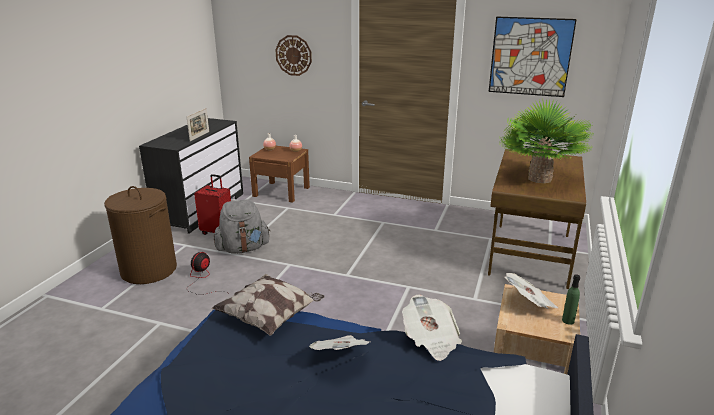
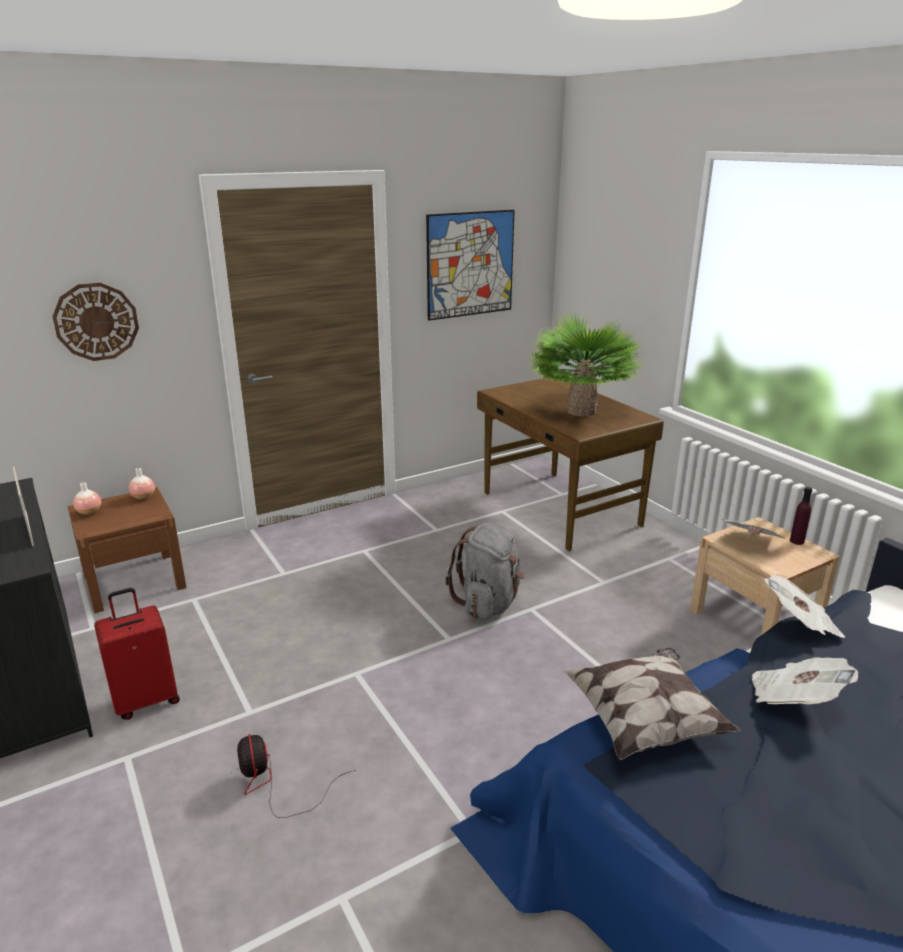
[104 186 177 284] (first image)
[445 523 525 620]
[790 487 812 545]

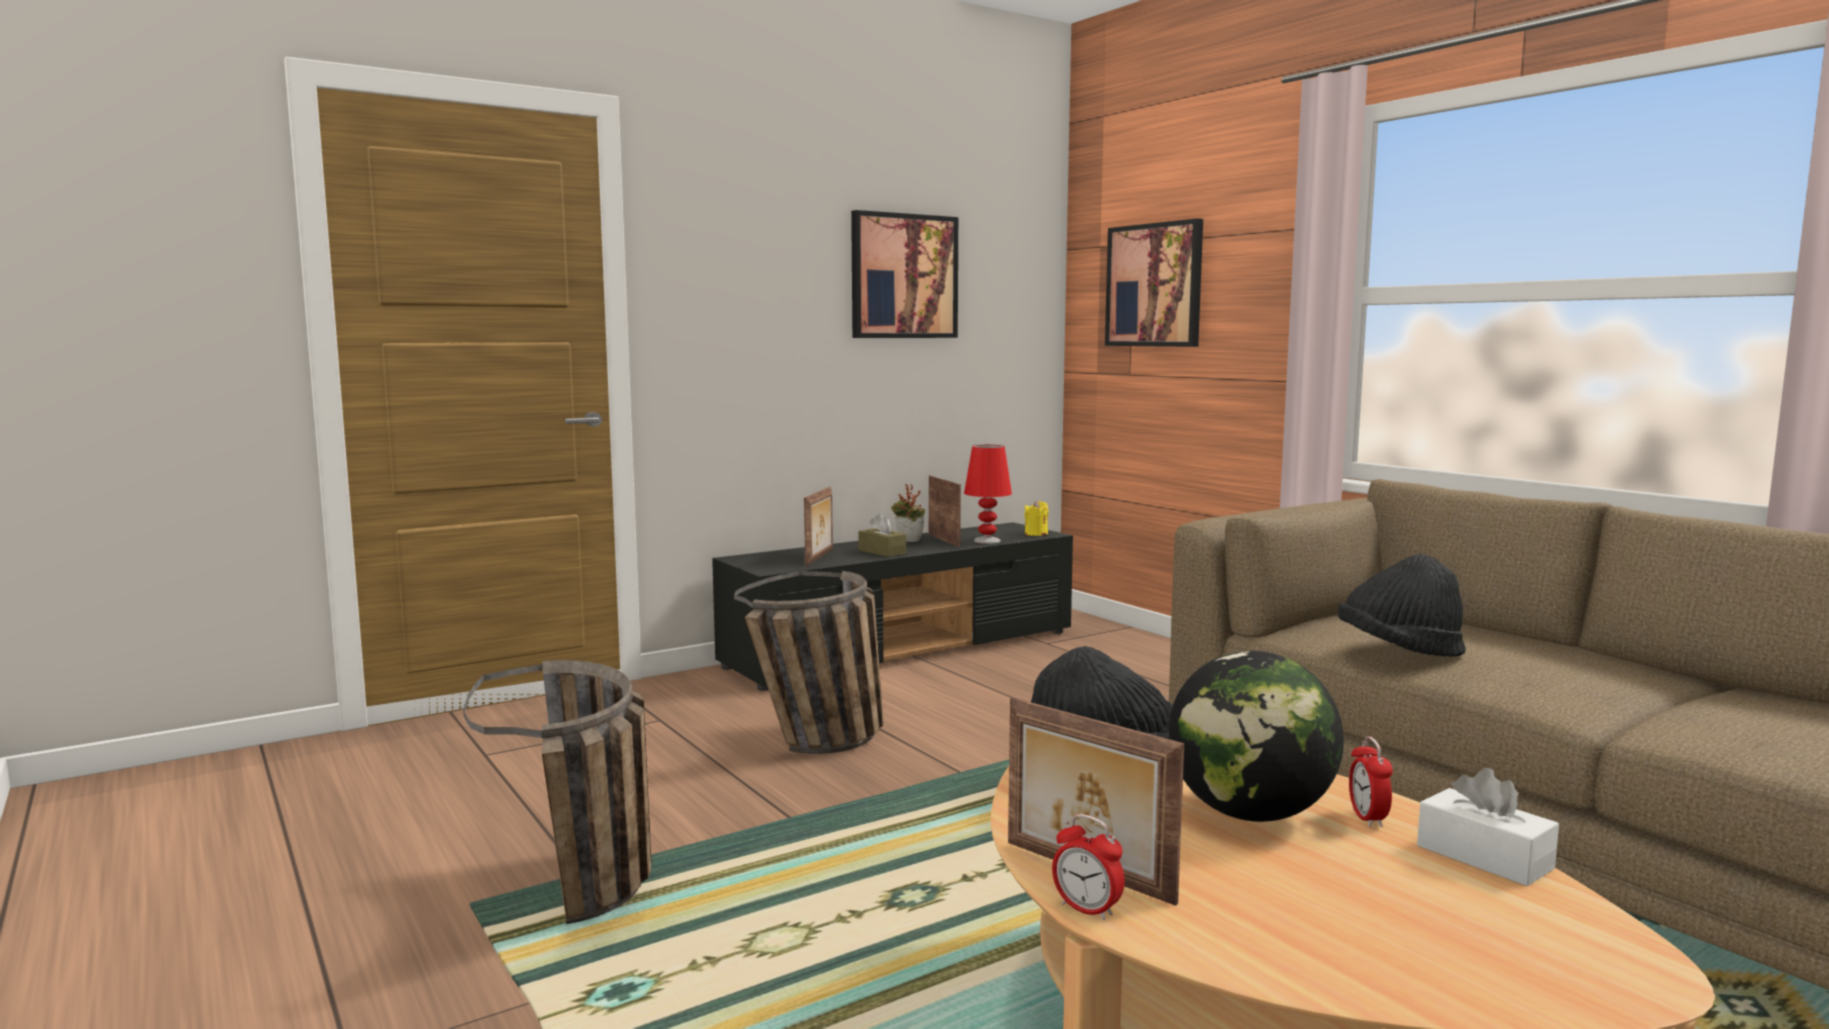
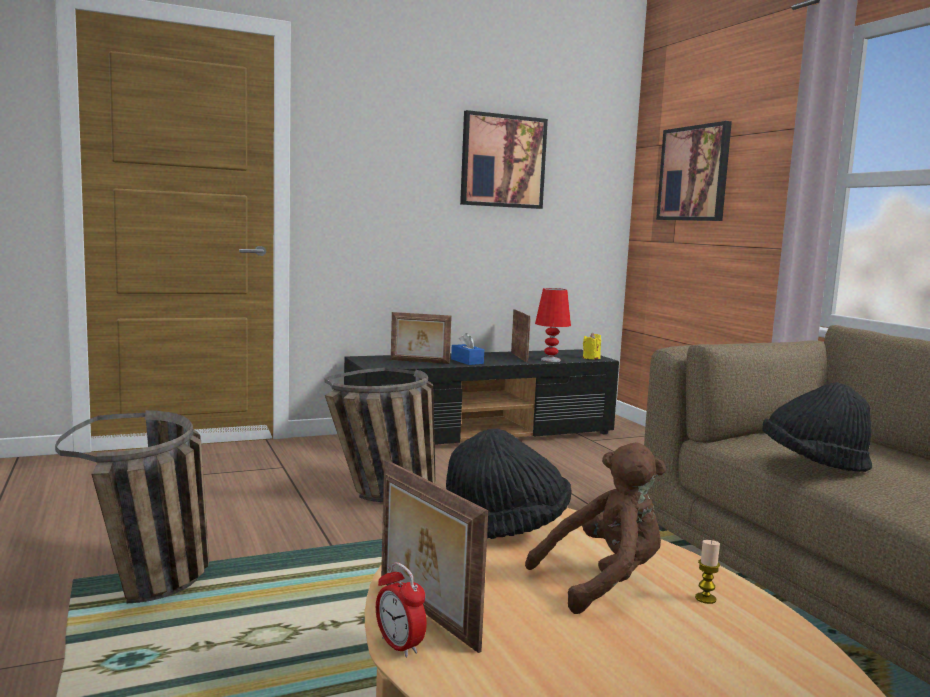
[891 484 925 542] (first image)
[391 312 452 364]
[451 333 484 365]
[525 442 666 614]
[695 540 720 604]
[1417 768 1559 886] (first image)

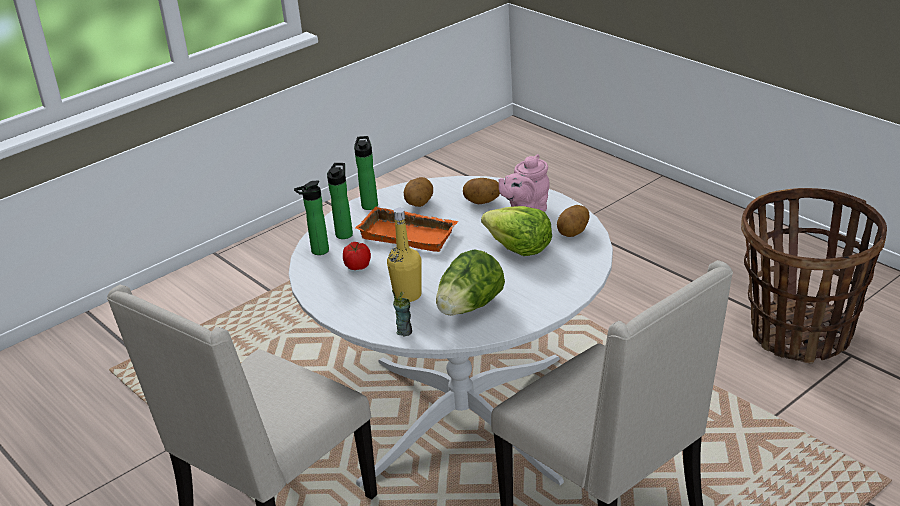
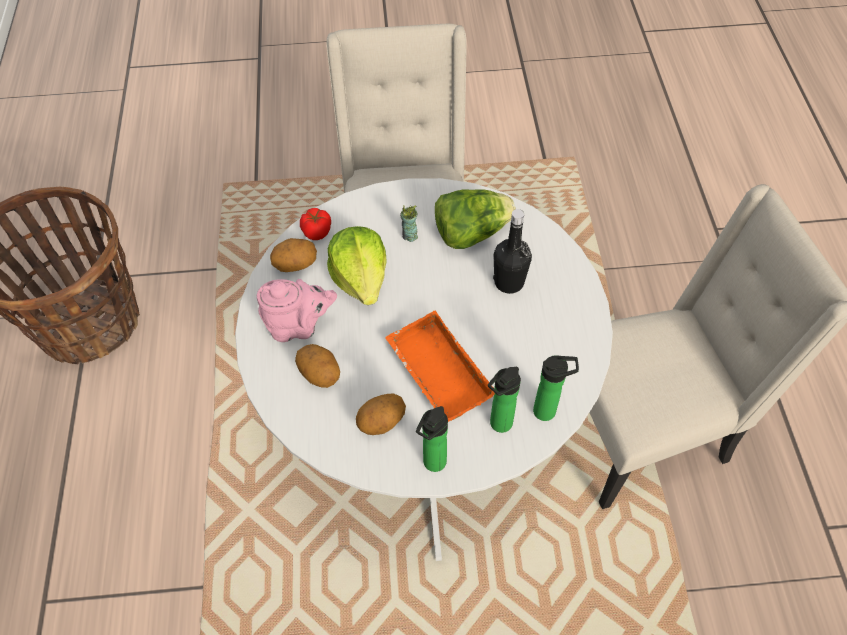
[493 209 532 294]
[300 208 331 240]
[400 205 418 242]

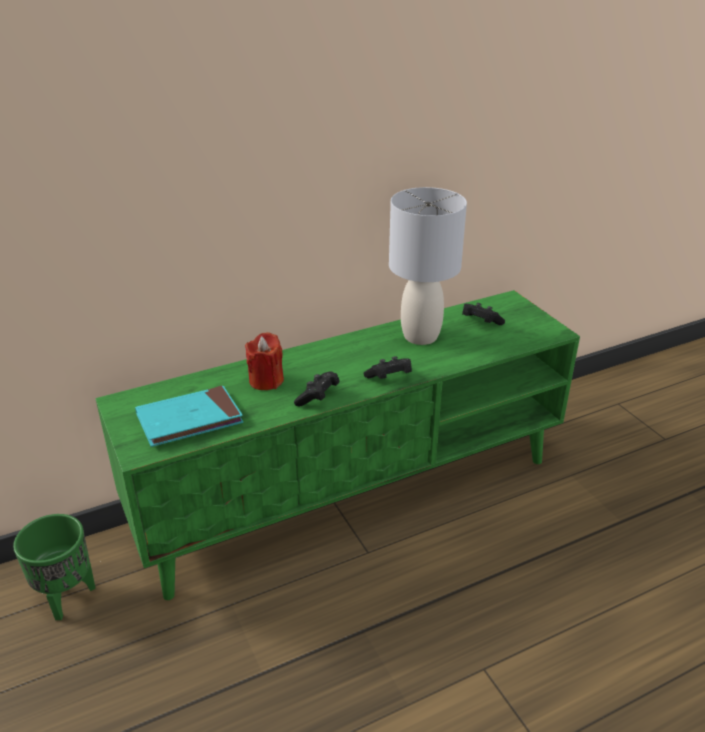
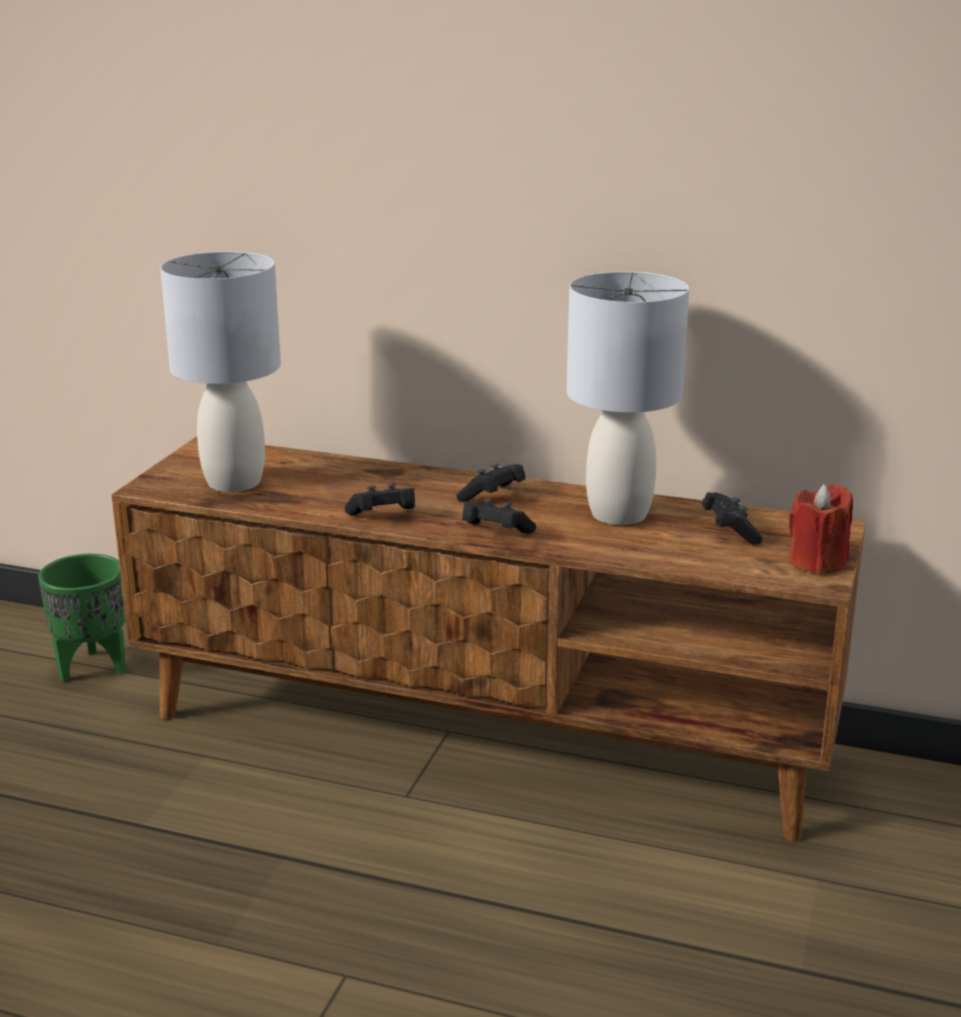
[111 436 866 841]
[789 484 853 574]
[160 251 281 492]
[456 464 525 502]

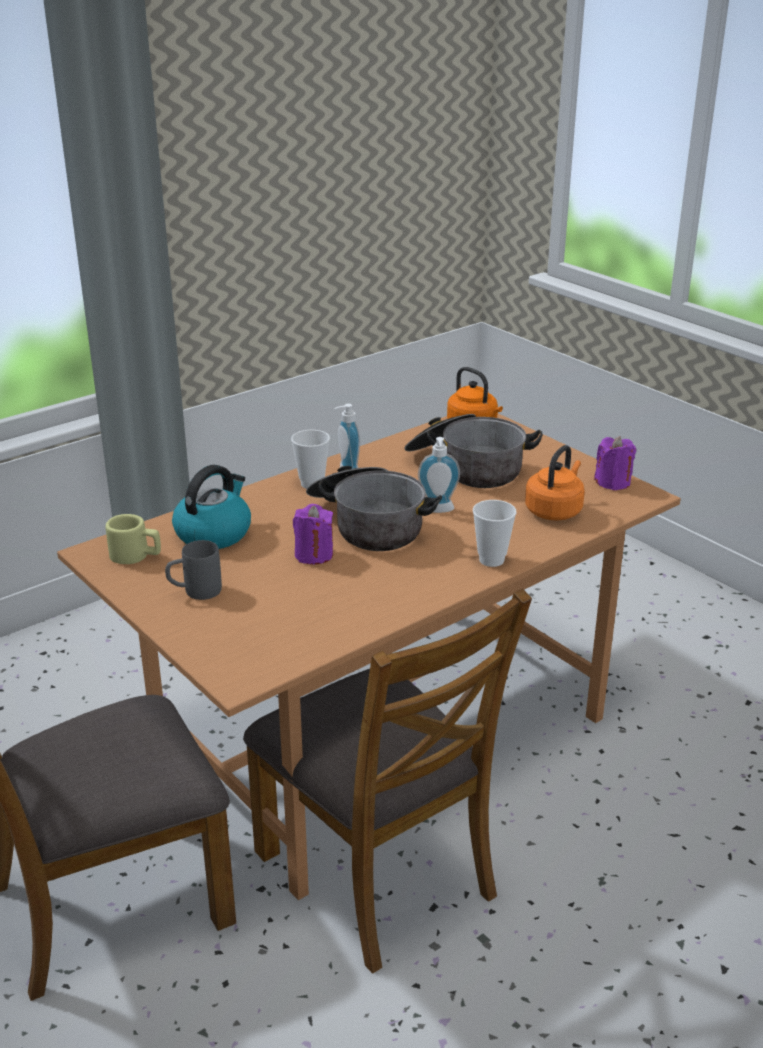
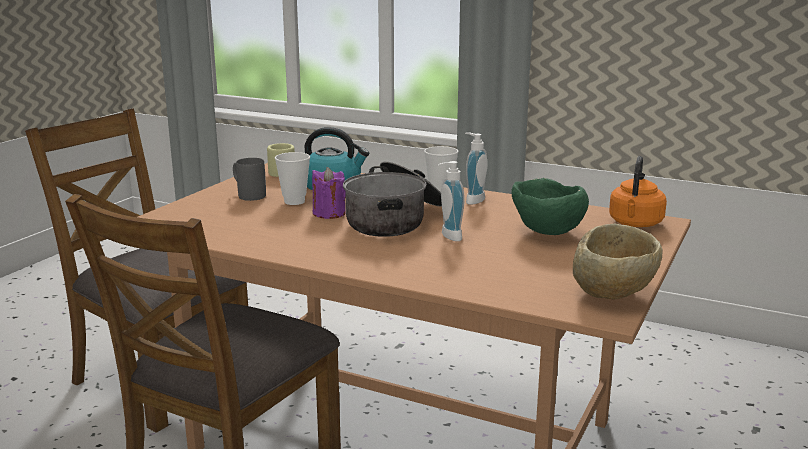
[511 178 589 235]
[573 223 662 299]
[525 445 585 521] (first image)
[275 152 310 205]

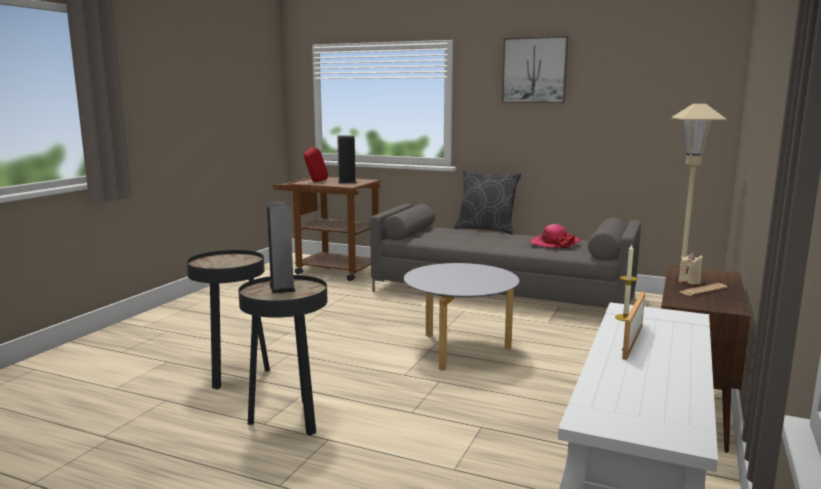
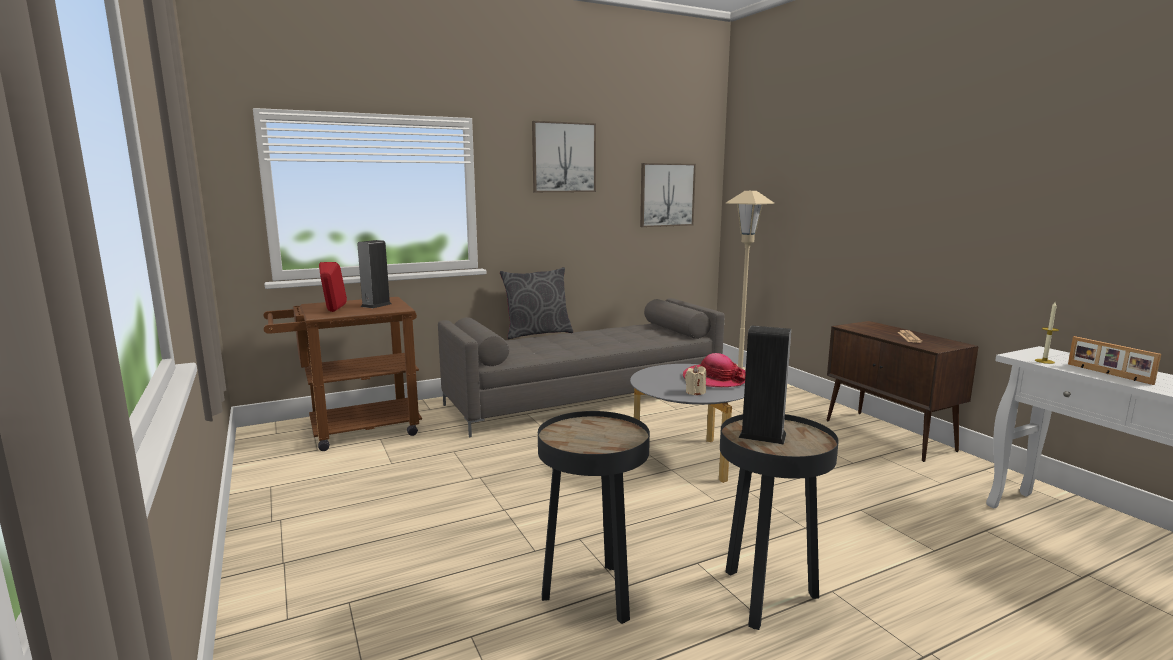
[683 353 746 387]
[685 365 706 395]
[640 163 696 227]

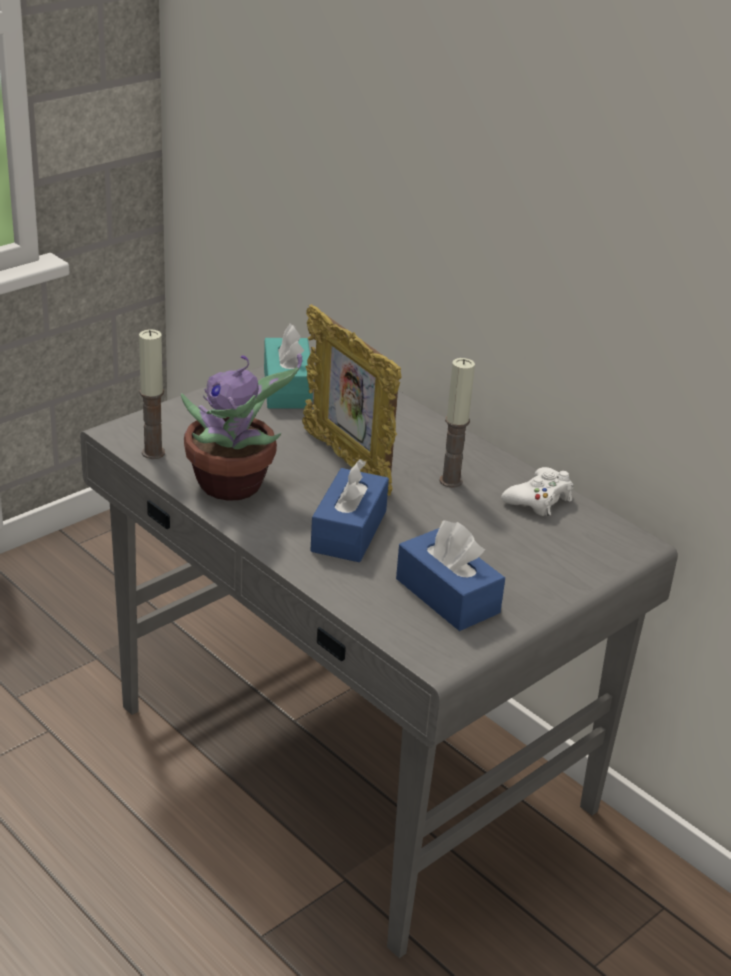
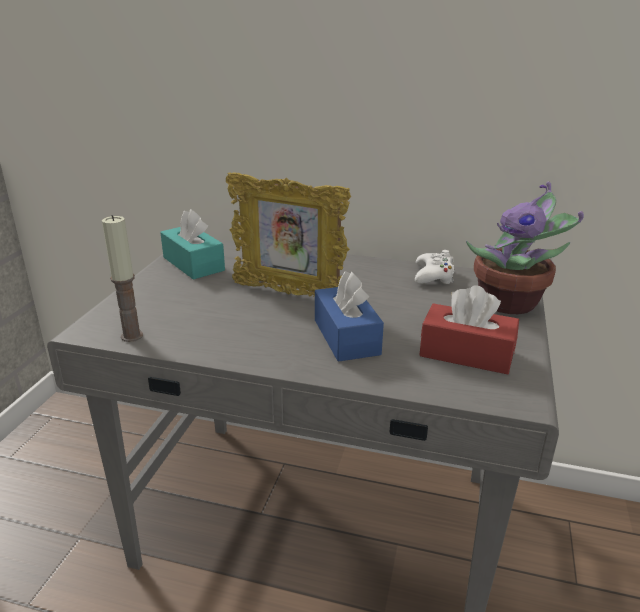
[466 181 584 314]
[440 358 475 488] (first image)
[419 286 519 374]

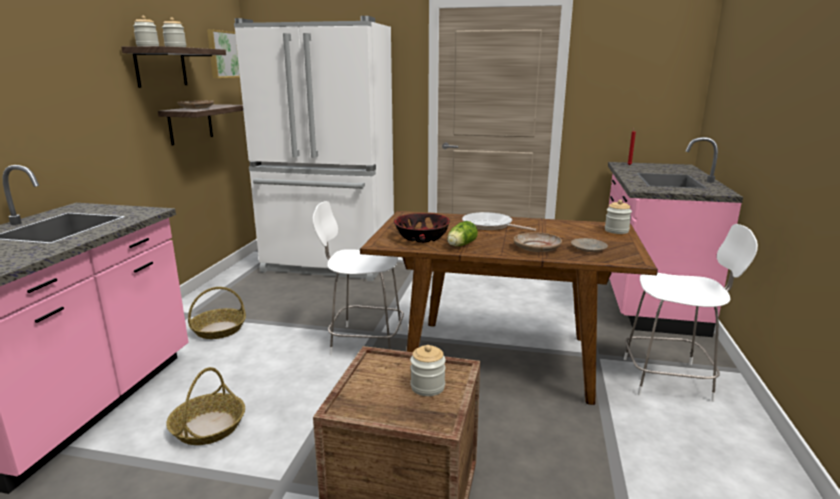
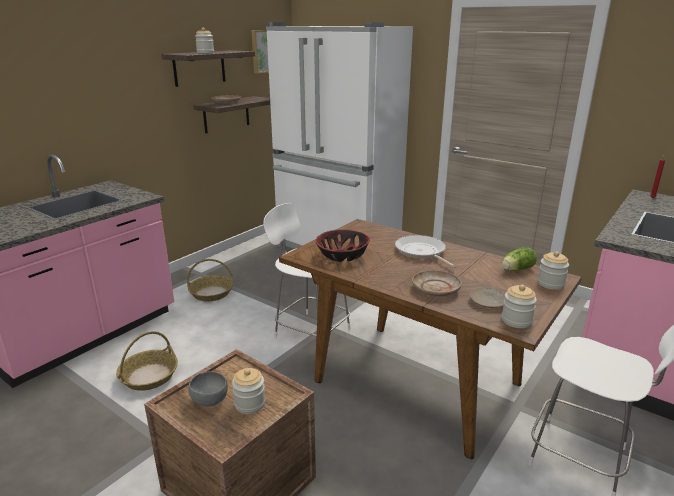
[502 285 537 328]
[501 247 537 271]
[188 371 228 406]

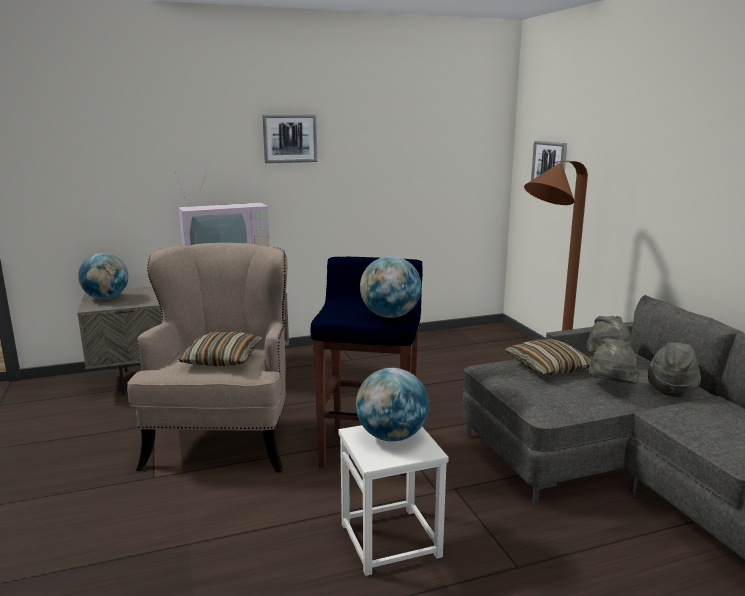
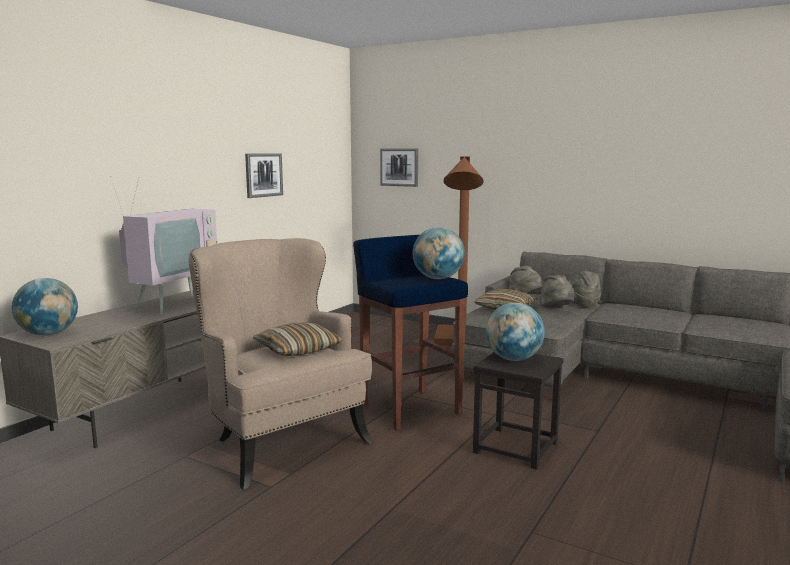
[245 153 283 198]
[473 352 564 470]

